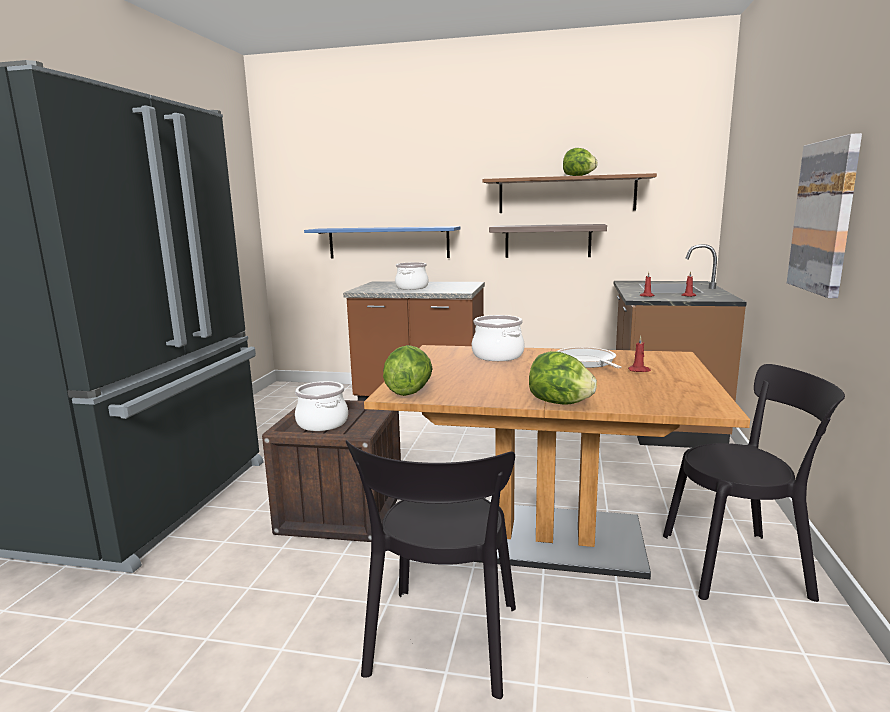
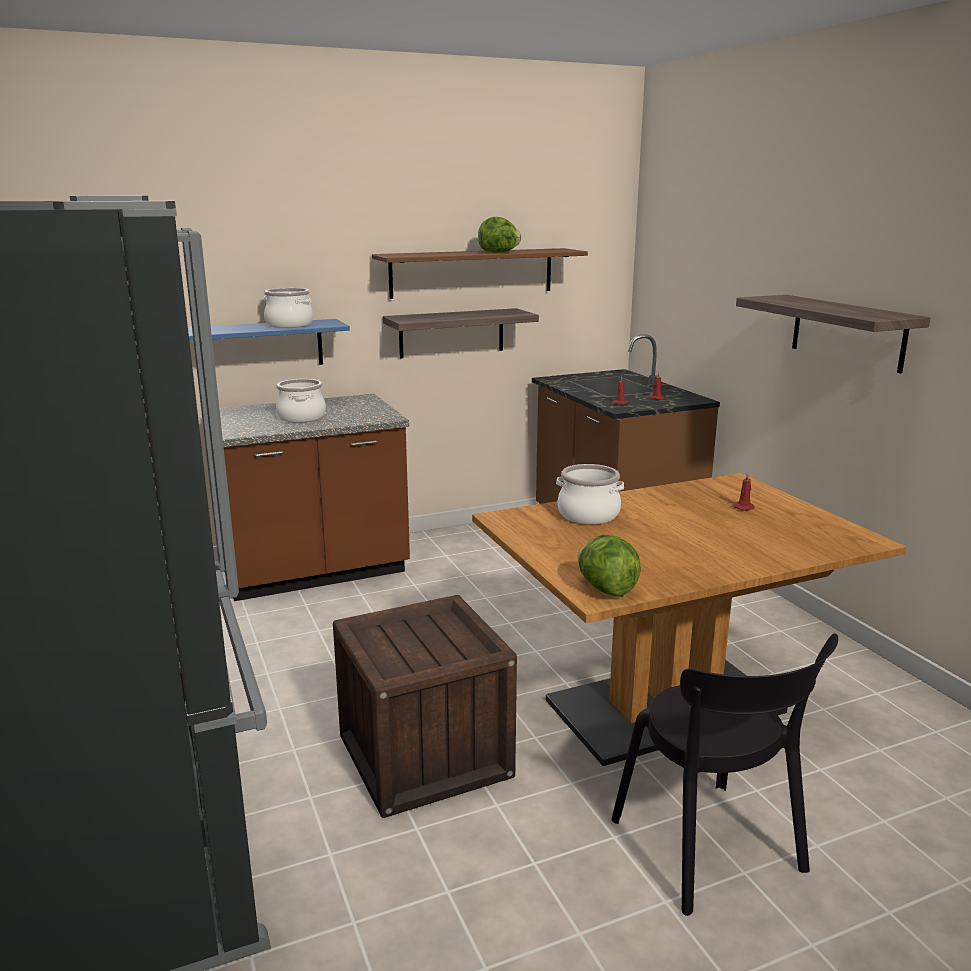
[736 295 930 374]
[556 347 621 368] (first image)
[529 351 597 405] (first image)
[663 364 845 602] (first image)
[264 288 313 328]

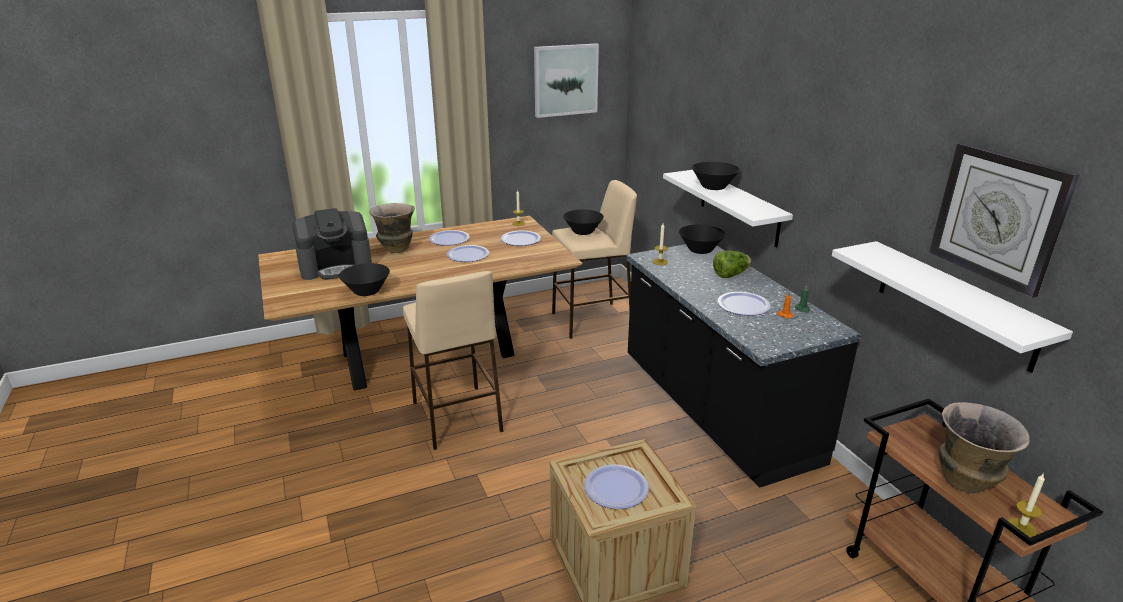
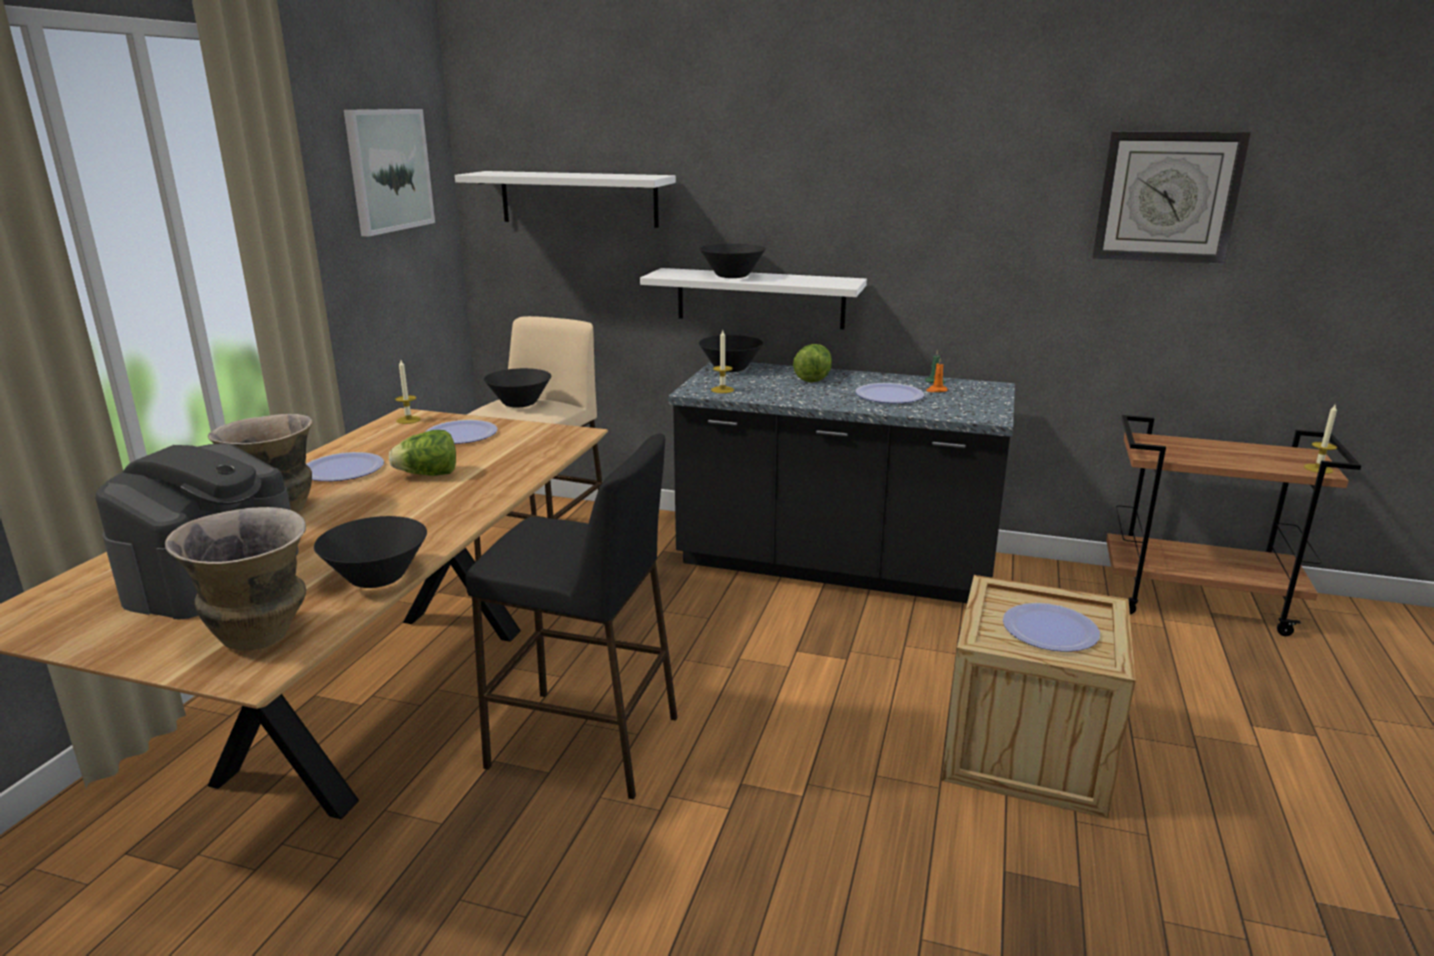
[455 171 676 228]
[388 430 456 476]
[466 434 677 799]
[165 507 306 651]

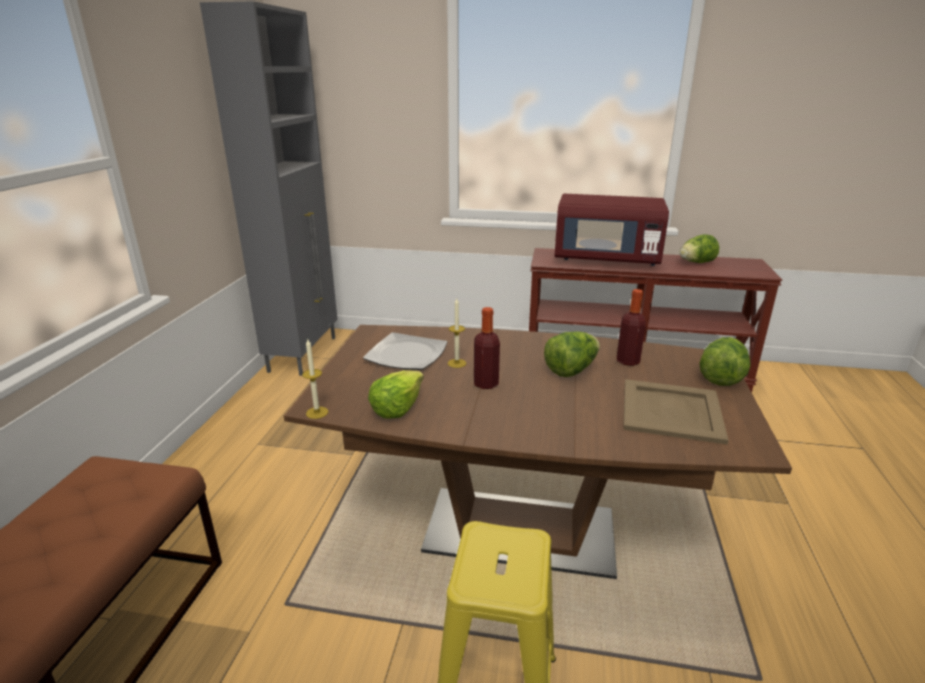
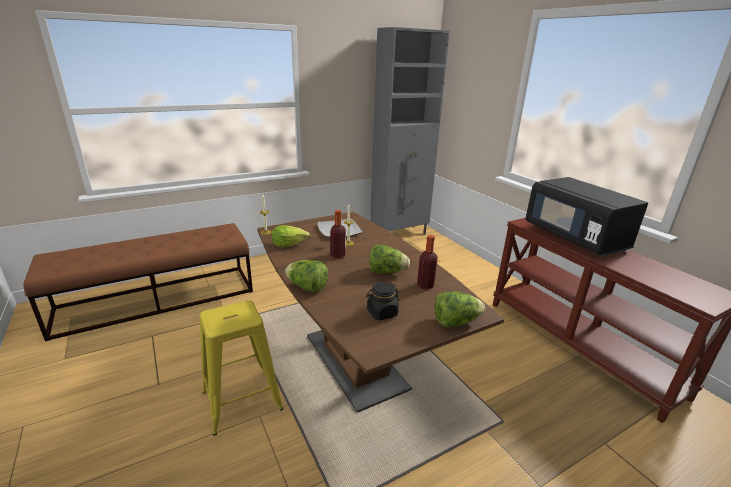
[525 177 648 257]
[285 260 328 293]
[366 282 399 320]

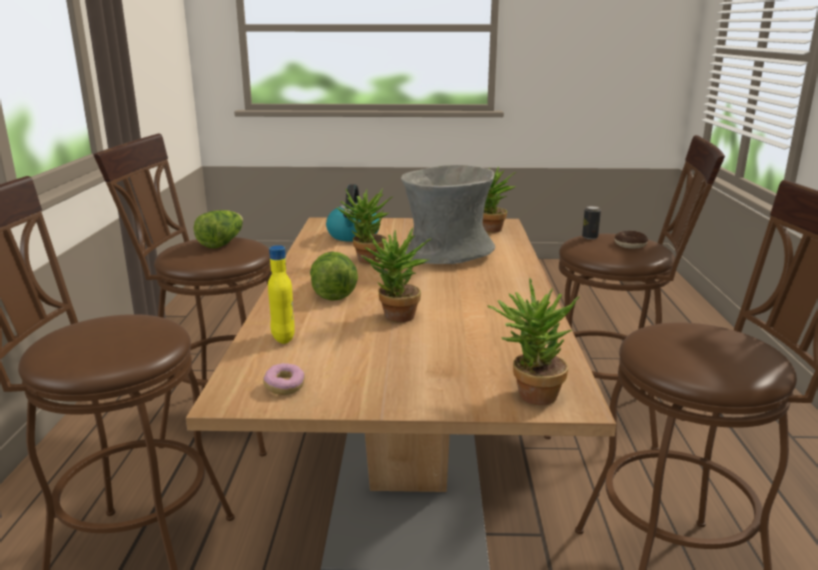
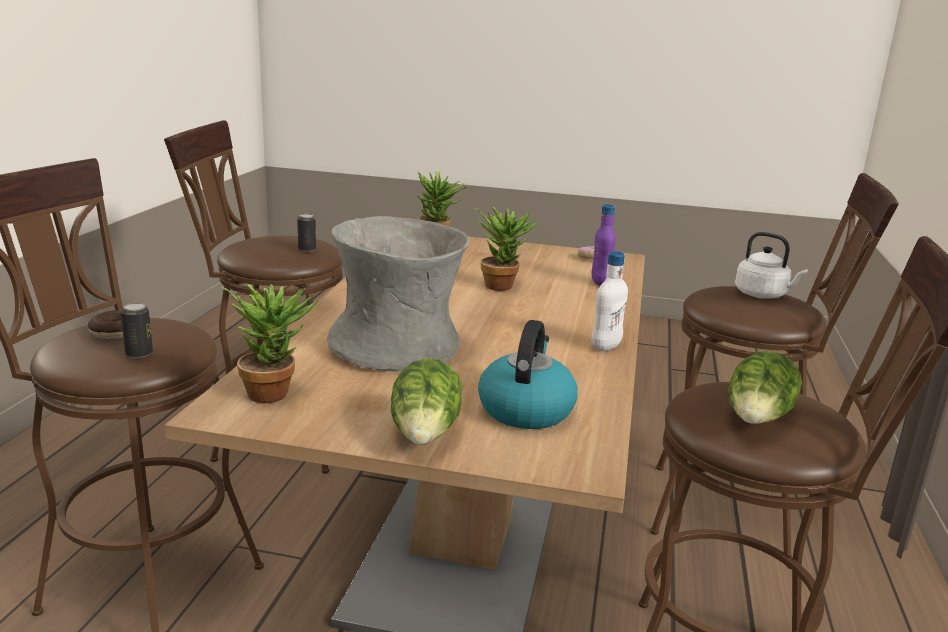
[336 189 393 264] (first image)
[591 204 616 286]
[390 358 462 445]
[297 214 316 252]
[735 232 808 299]
[591 251 628 351]

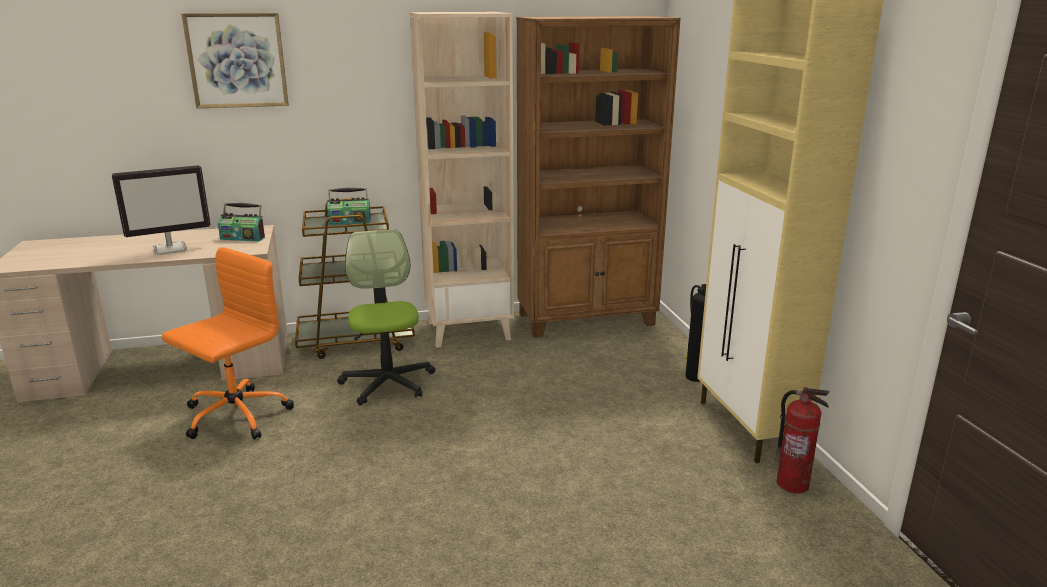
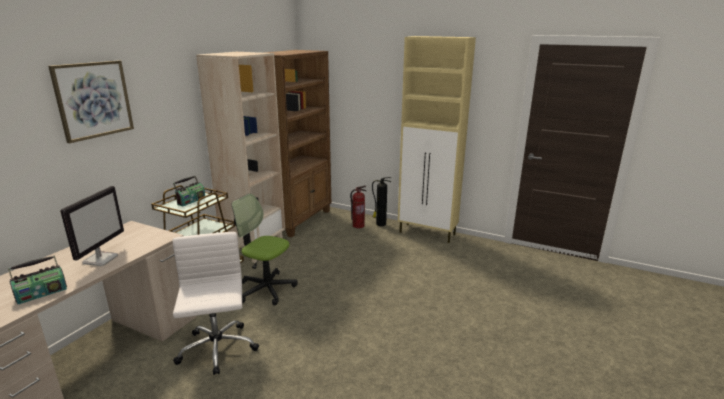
[8 256 67 304]
[172 232 259 375]
[350 185 366 229]

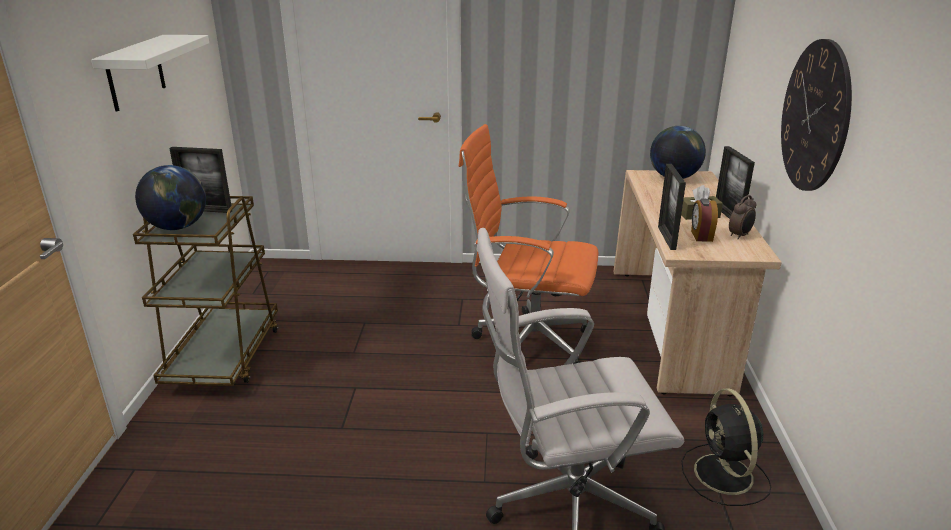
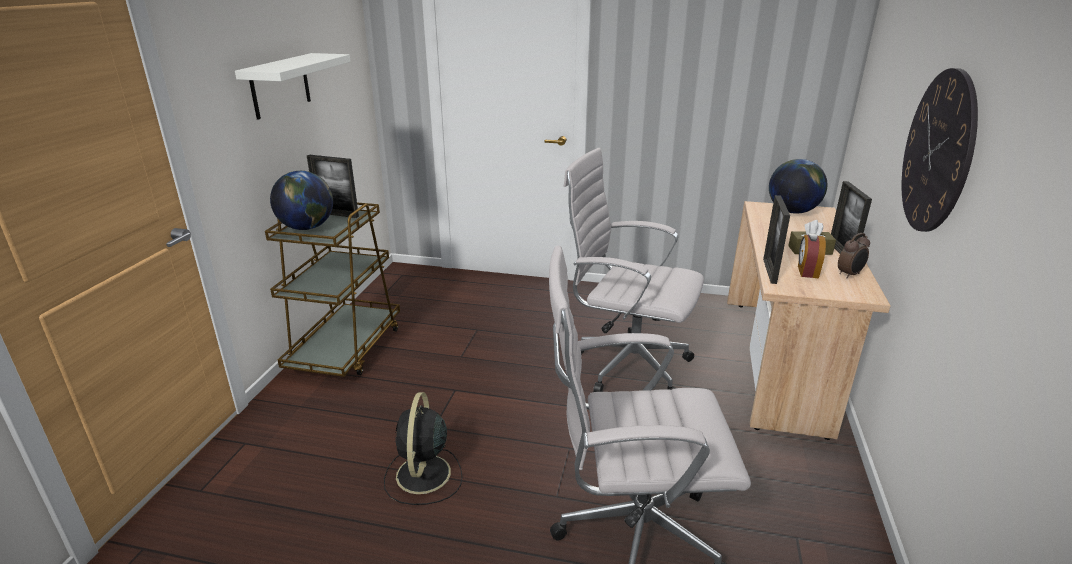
[564 148 704 392]
[384 392 463 505]

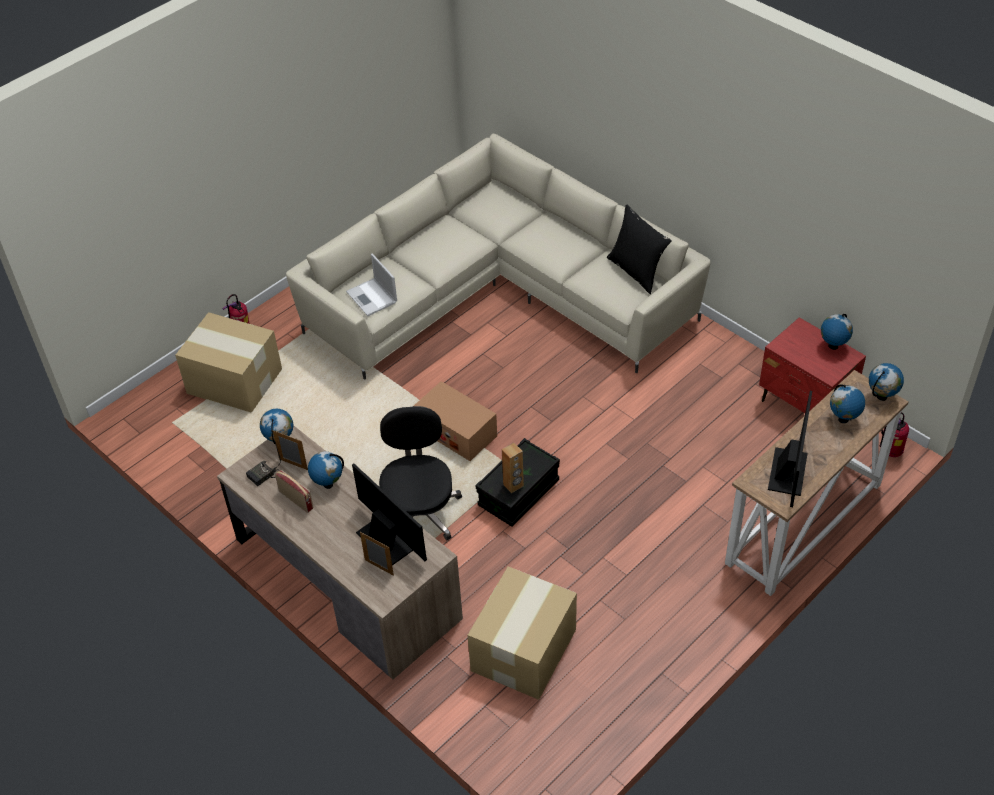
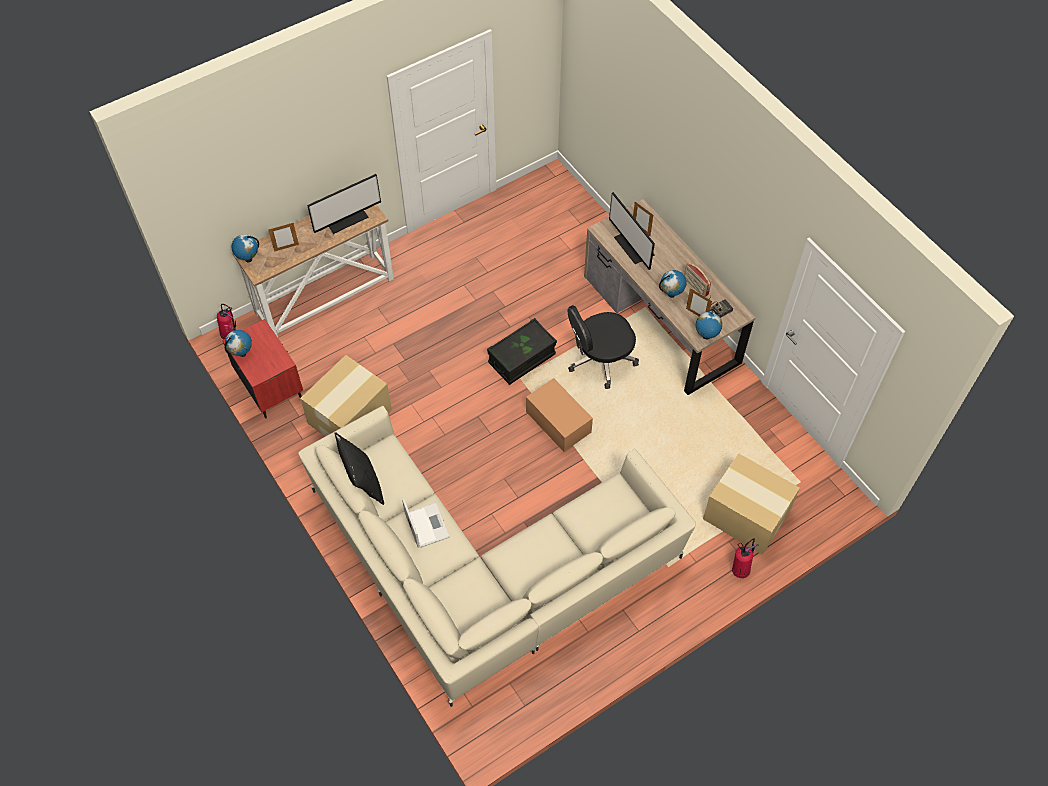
[402 498 450 548]
[268 223 299 252]
[307 174 381 234]
[567 305 639 389]
[502 443 524 493] (first image)
[300 355 392 436]

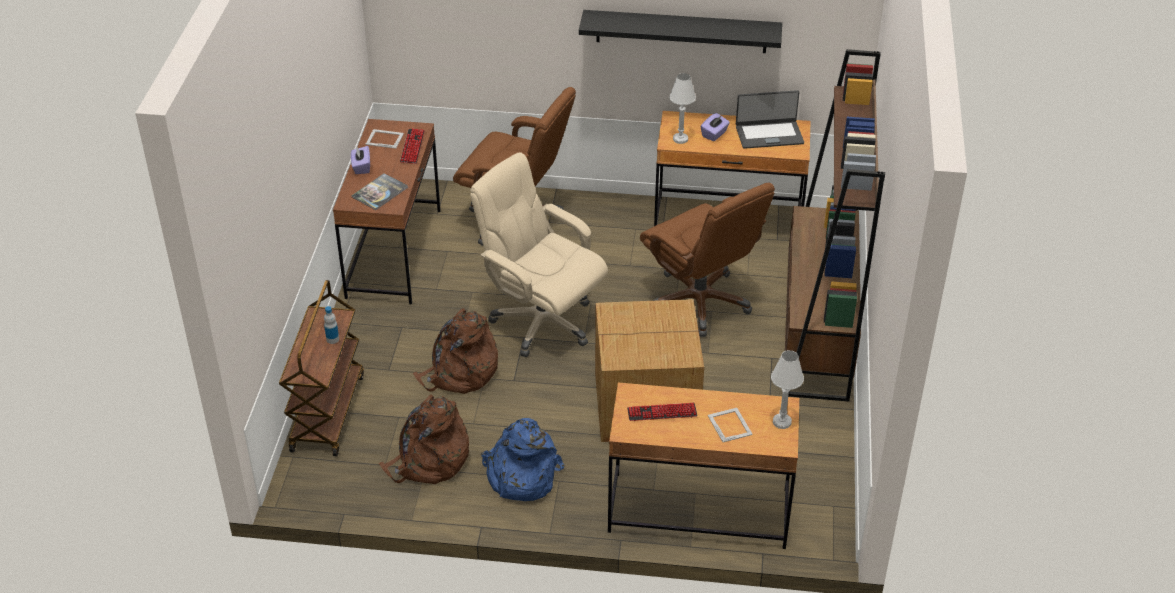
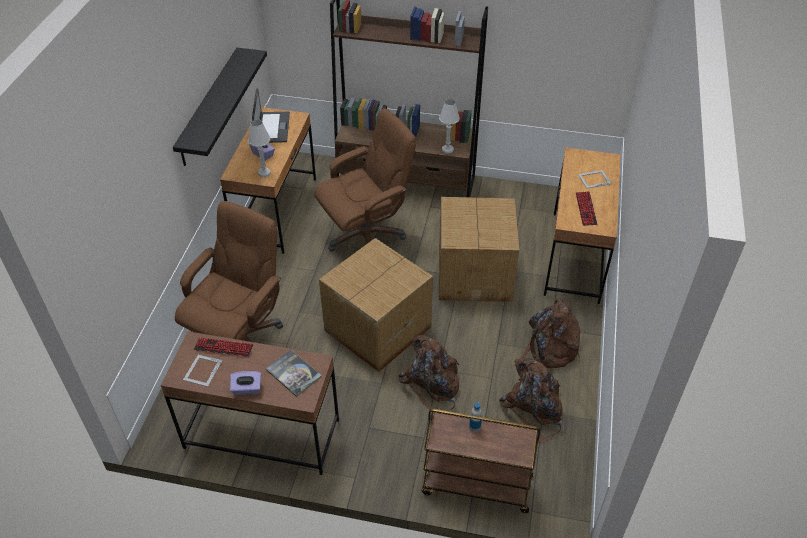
[319 238 433 372]
[439 99 460 153]
[514 300 580 368]

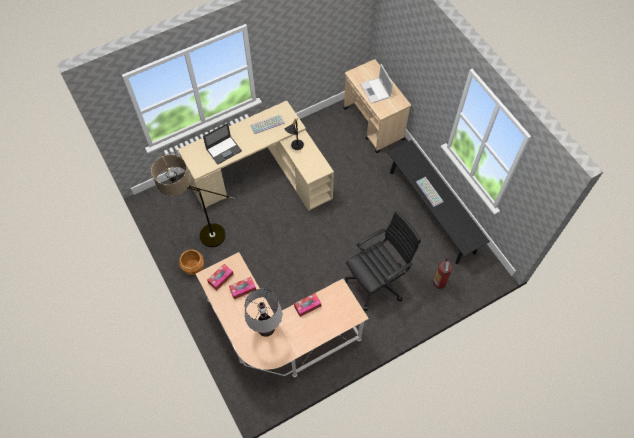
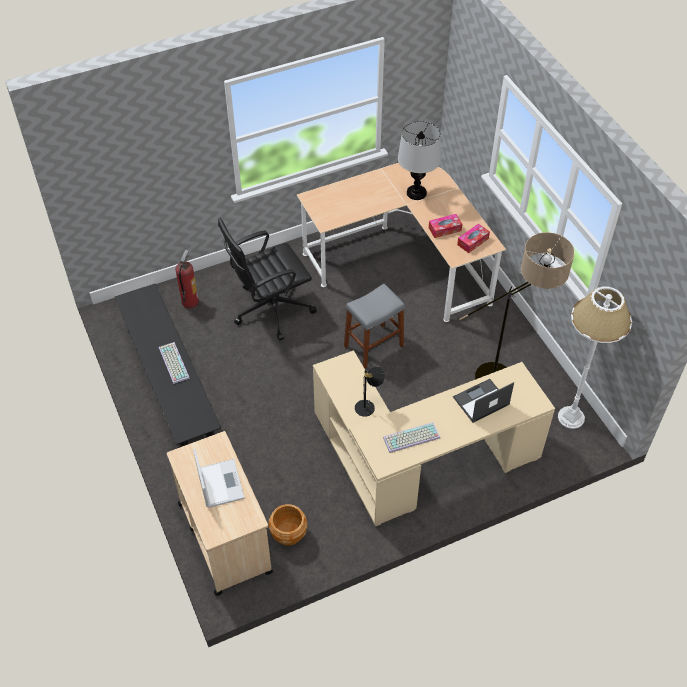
[268 504 307 546]
[294 293 321 317] (first image)
[344 284 405 369]
[558 286 632 429]

